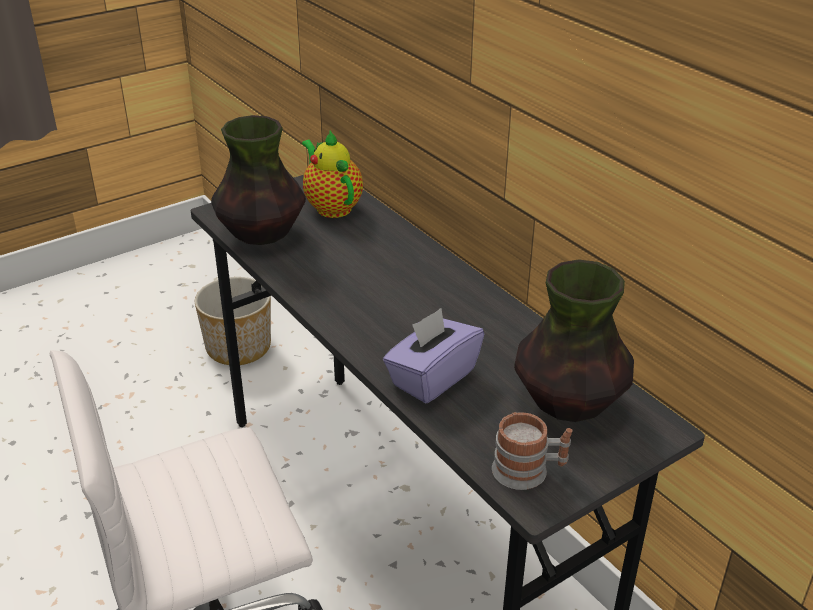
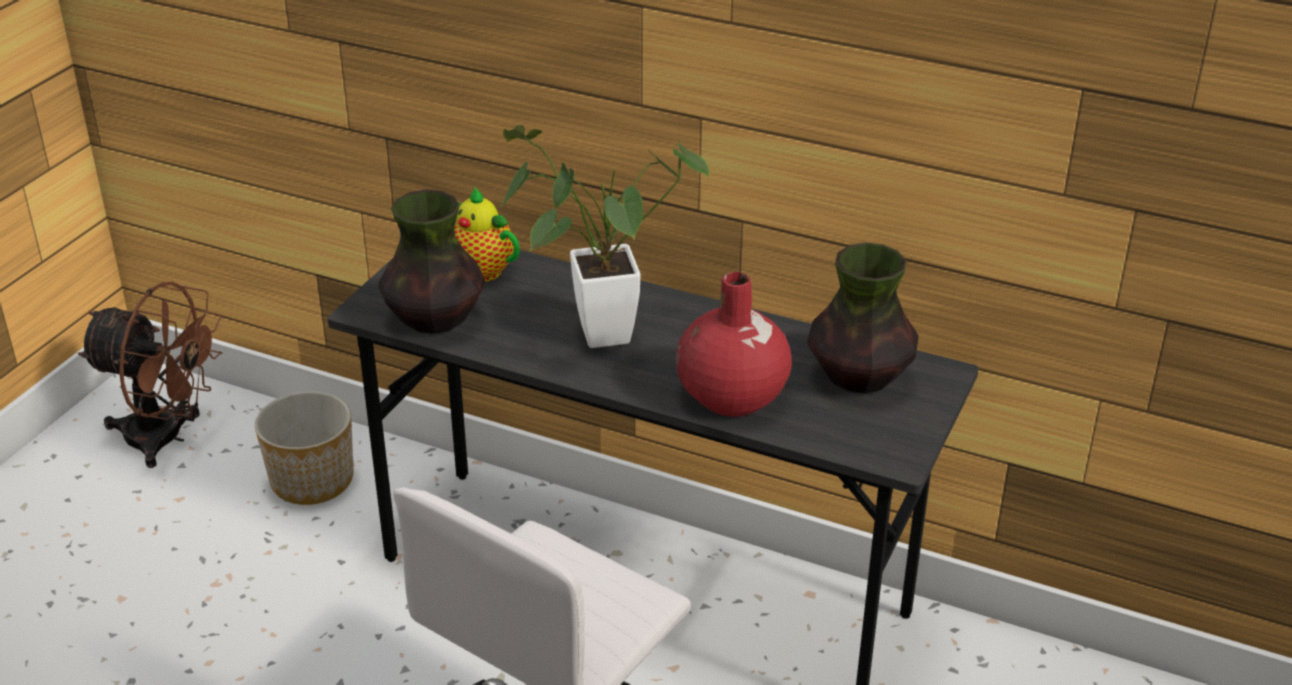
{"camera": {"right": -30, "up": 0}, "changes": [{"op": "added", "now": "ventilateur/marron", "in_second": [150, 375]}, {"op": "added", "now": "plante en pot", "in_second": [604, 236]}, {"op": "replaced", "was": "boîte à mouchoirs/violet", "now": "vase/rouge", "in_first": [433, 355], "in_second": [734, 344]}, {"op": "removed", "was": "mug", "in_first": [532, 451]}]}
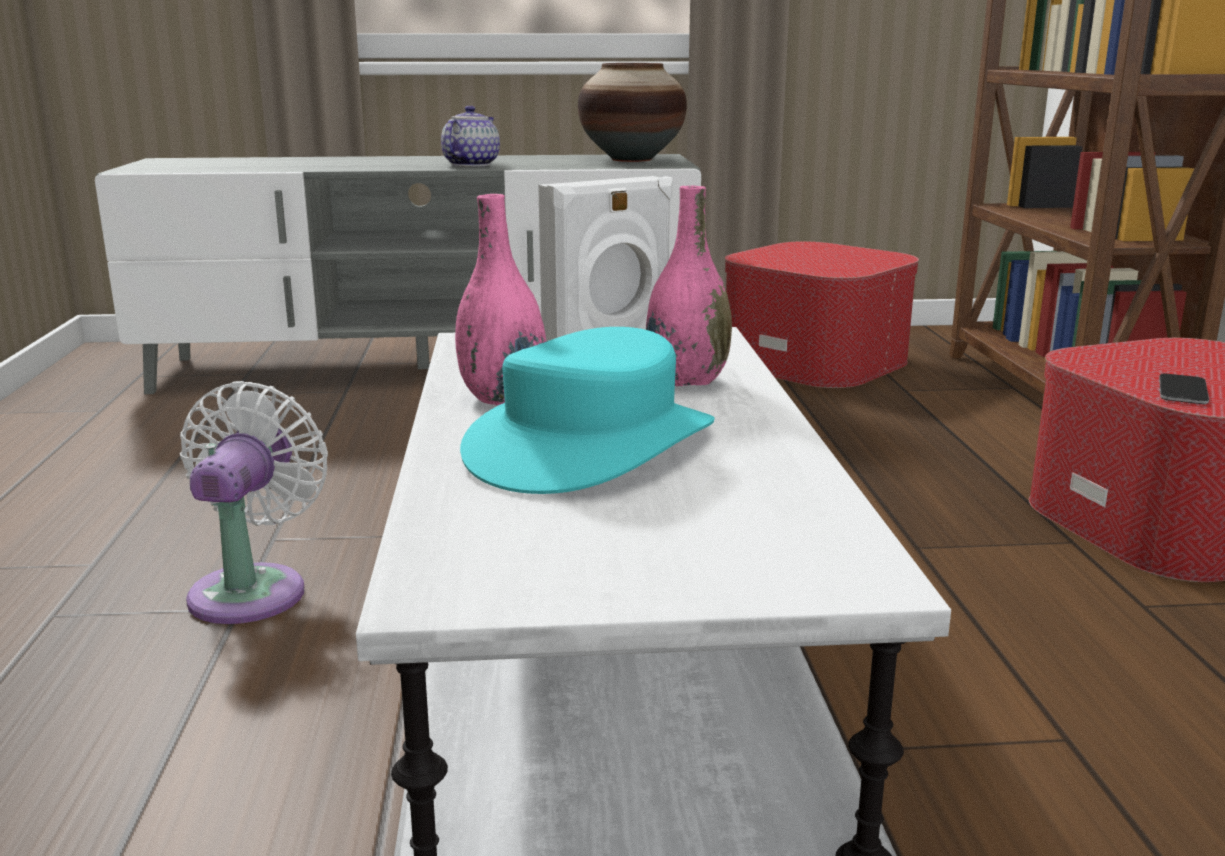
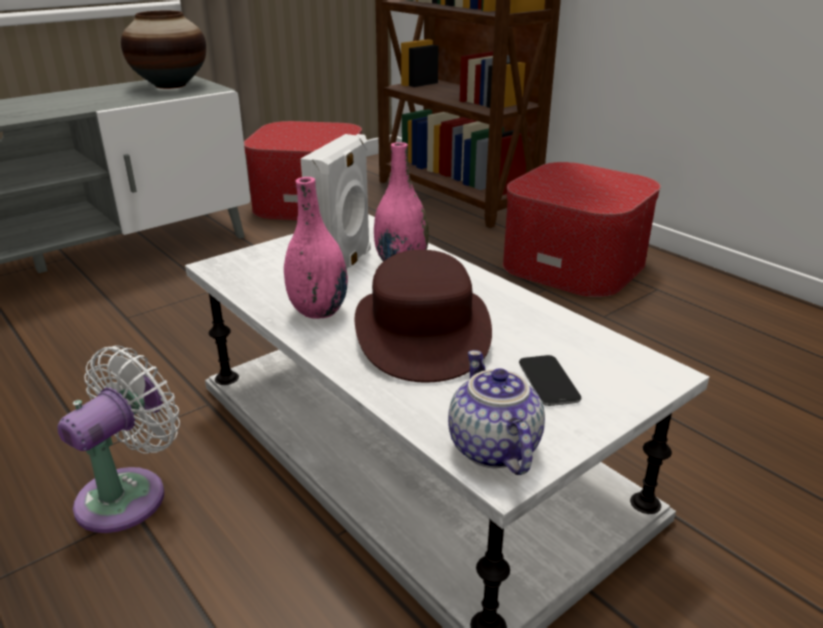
{"camera": {"right": -35, "up": 10}, "changes": [{"op": "turned", "was": "ventilateur/blanc", "in_first": [254, 502], "in_second": [118, 439], "clockwise": 60}, {"op": "recoloured", "was": "chapeau/turquoise", "now": "chapeau/marron", "in_first": [587, 410], "in_second": [423, 316]}, {"op": "moved", "was": "théière", "in_first": [470, 136], "in_second": [496, 412]}, {"op": "moved", "was": "téléphone", "in_first": [1184, 389], "in_second": [550, 380]}]}
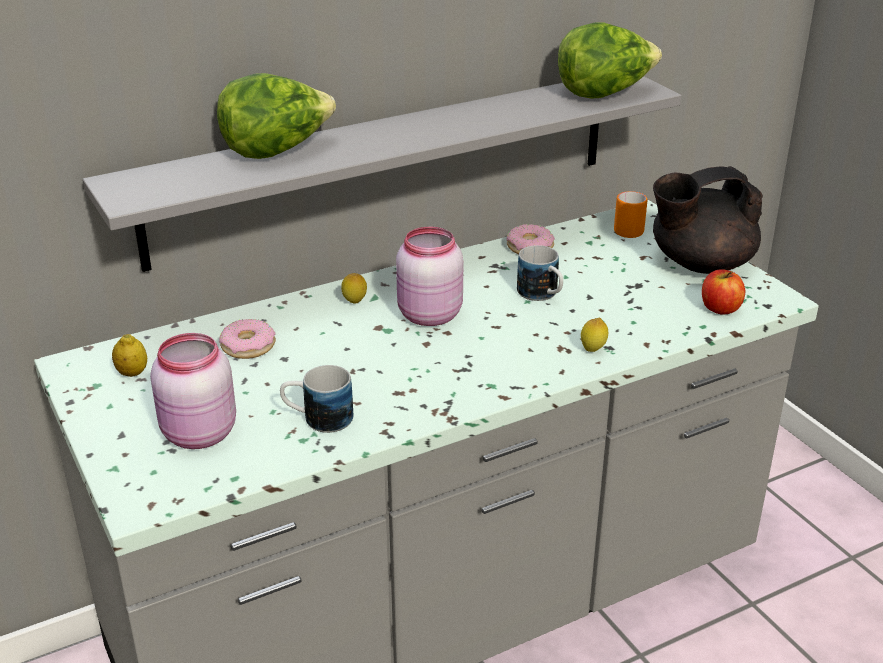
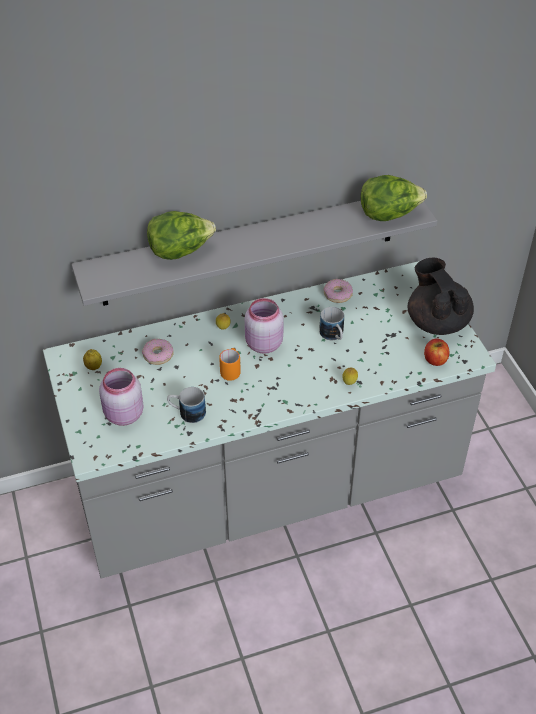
{"camera": {"right": 10, "up": 15}, "changes": [{"op": "moved", "was": "mug/orange", "in_first": [630, 214], "in_second": [230, 364]}, {"op": "turned", "was": "théière/noir", "in_first": [708, 220], "in_second": [441, 296], "clockwise": 75}]}
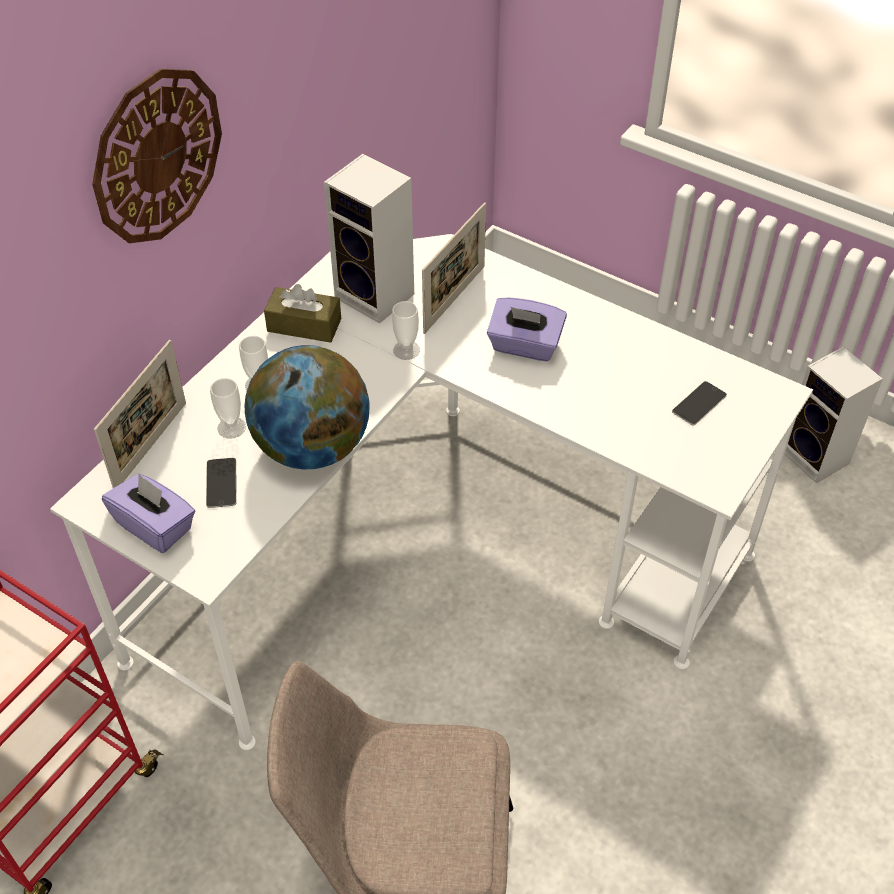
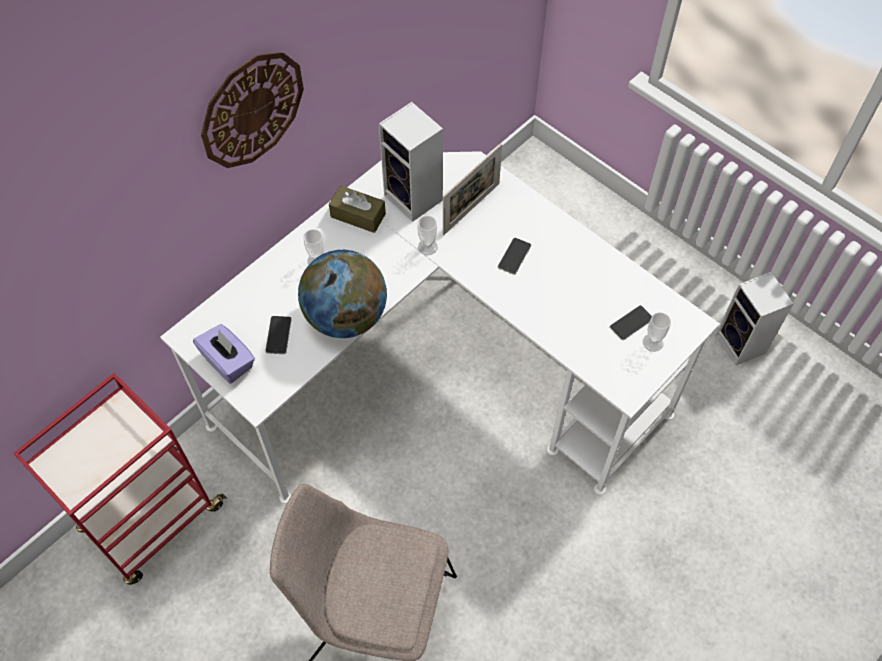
{"camera": {"right": 10, "up": 10}, "changes": [{"op": "replaced", "was": "boîte à mouchoirs/violet", "now": "téléphone", "in_first": [527, 329], "in_second": [514, 256]}, {"op": "moved", "was": "tasse", "in_first": [228, 408], "in_second": [657, 332]}, {"op": "removed", "was": "cadre photo", "in_first": [140, 414]}]}
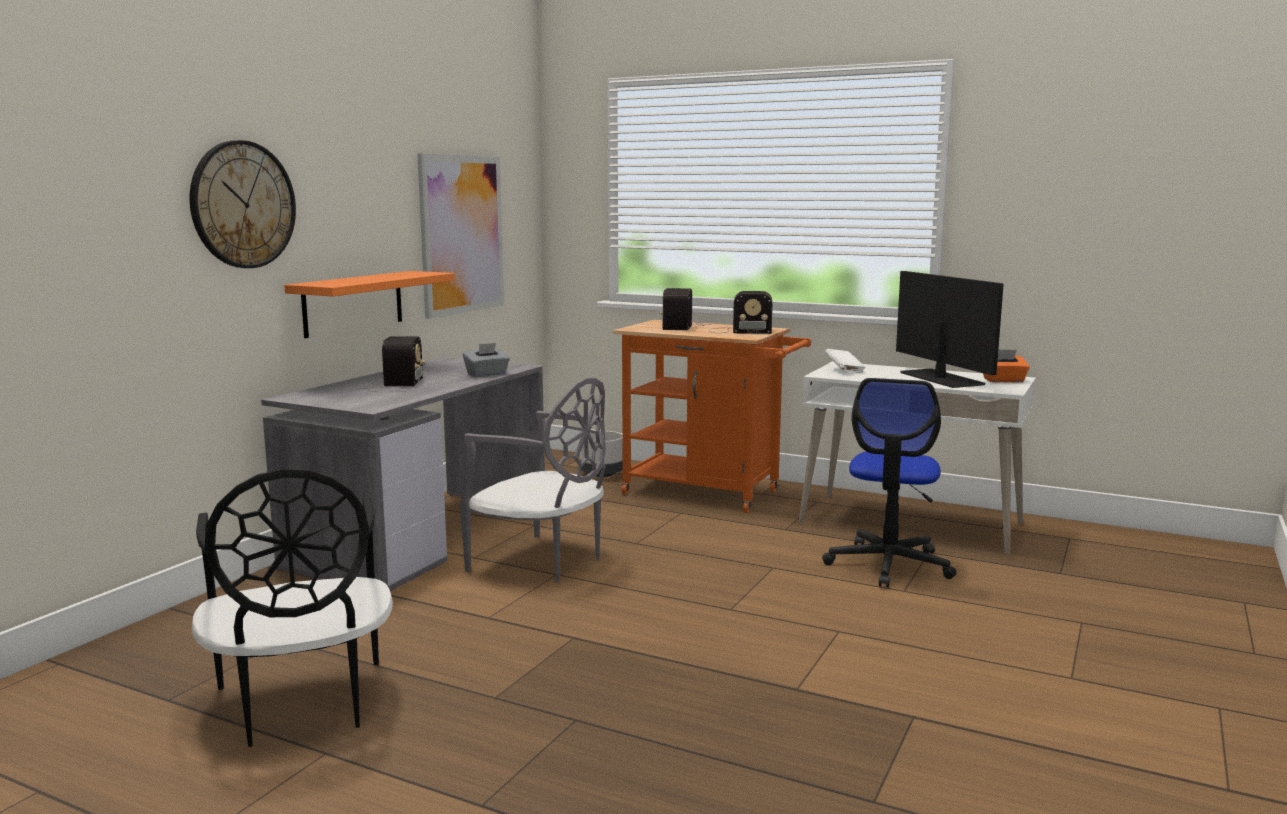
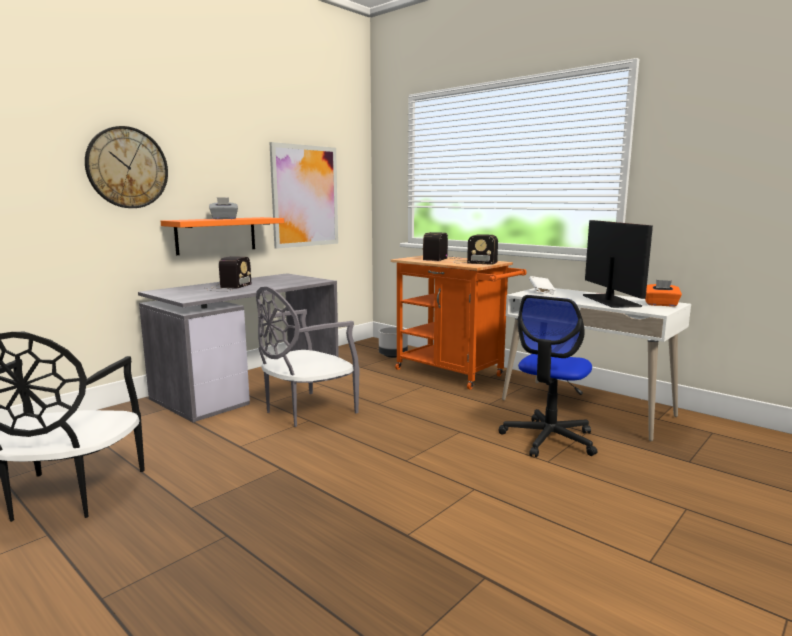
{"camera": {"right": 15, "up": 0}, "changes": [{"op": "moved", "was": "boîte à mouchoirs/gris", "in_first": [486, 360], "in_second": [223, 208]}, {"op": "turned", "was": "chaise/gris", "in_first": [533, 480], "in_second": [308, 357], "clockwise": 90}]}
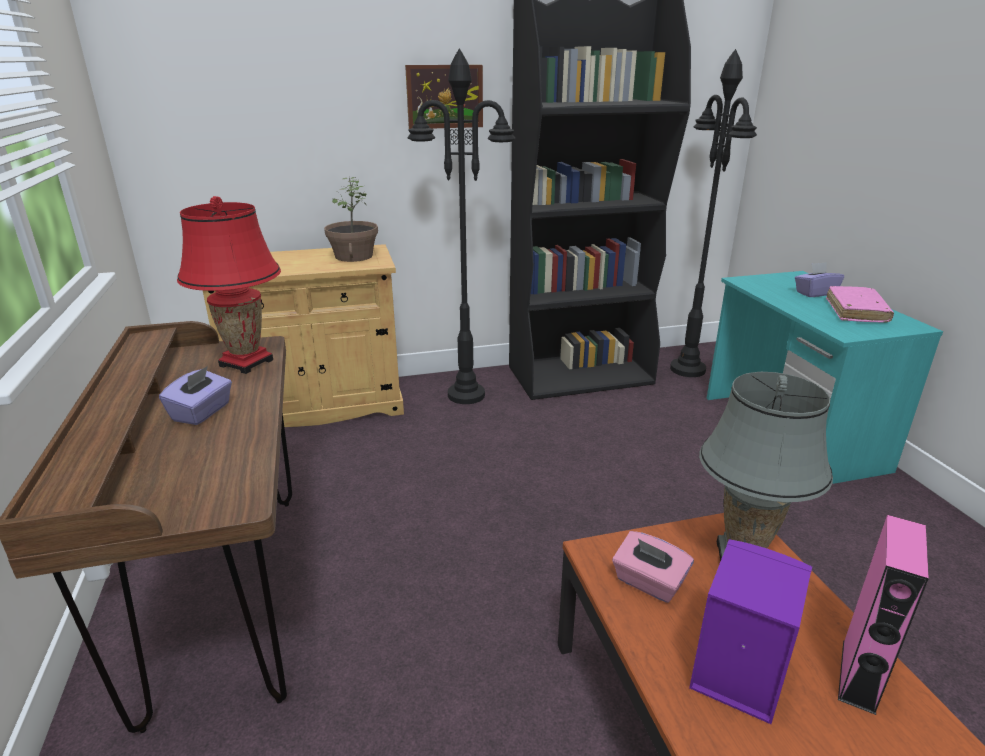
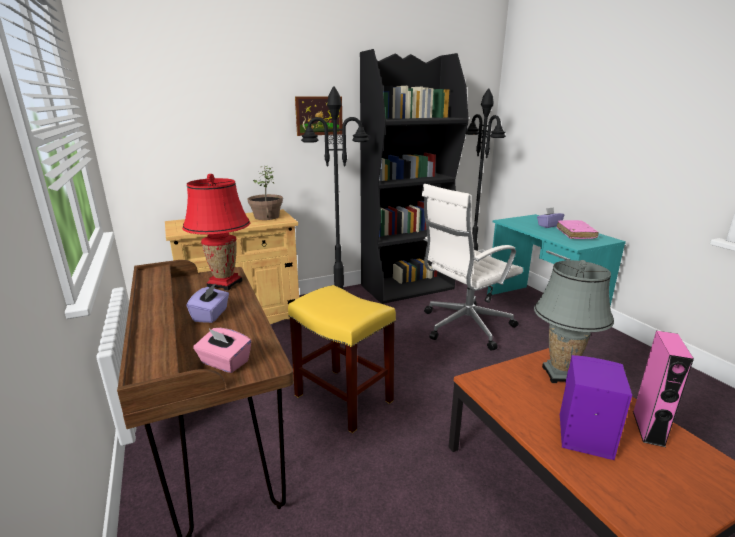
{"camera": {"right": -10, "up": -5}, "changes": [{"op": "moved", "was": "boîte à mouchoirs/rose", "in_first": [653, 567], "in_second": [222, 350]}, {"op": "added", "now": "tabouret/jaune", "in_second": [342, 359]}, {"op": "added", "now": "chaise de bureau/blanc", "in_second": [472, 267]}]}
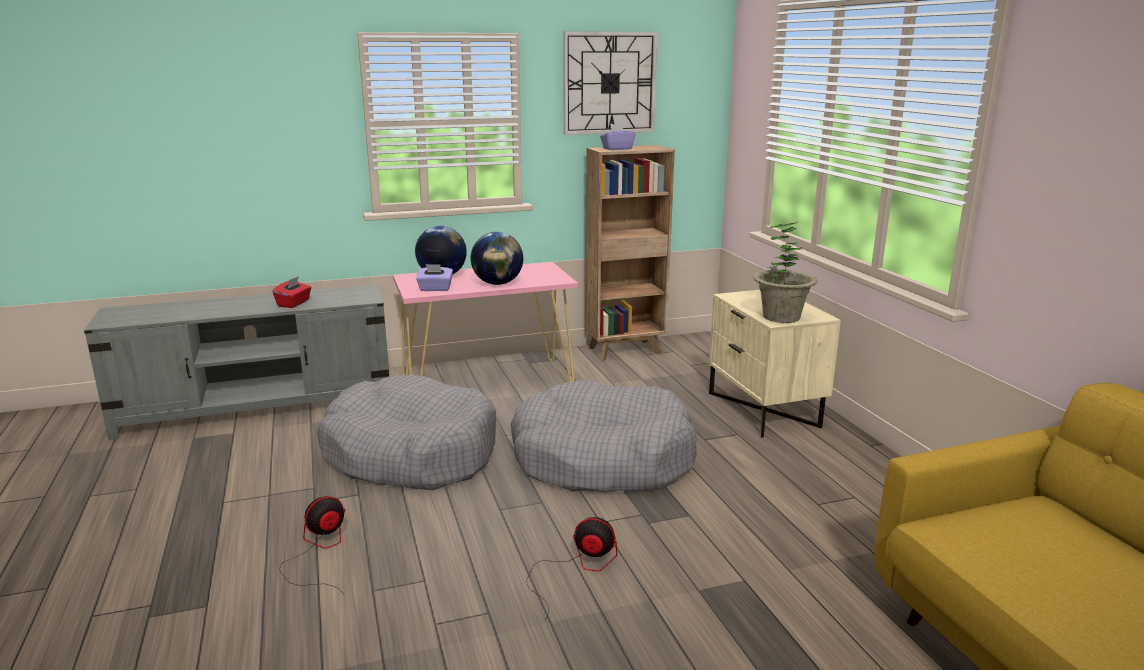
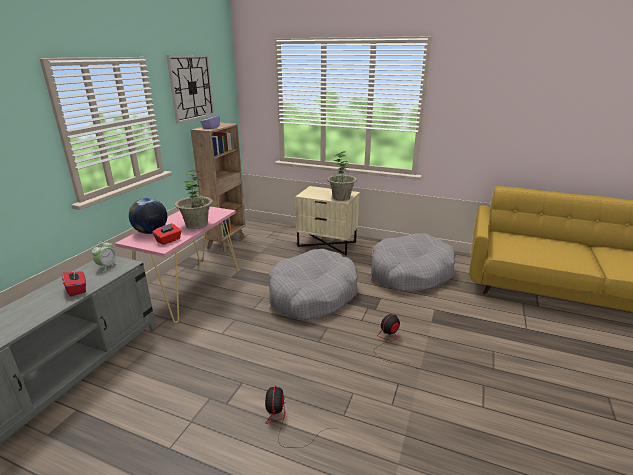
{"camera": {"right": -50, "up": 5}, "changes": [{"op": "added", "now": "réveil", "in_second": [105, 256]}, {"op": "recoloured", "was": "boîte à mouchoirs/violet", "now": "boîte à mouchoirs/rouge", "in_first": [434, 277], "in_second": [167, 234]}, {"op": "replaced", "was": "globe", "now": "plante en pot", "in_first": [497, 258], "in_second": [194, 199]}, {"op": "moved", "was": "panier pour chien/gris", "in_first": [406, 432], "in_second": [413, 262]}]}
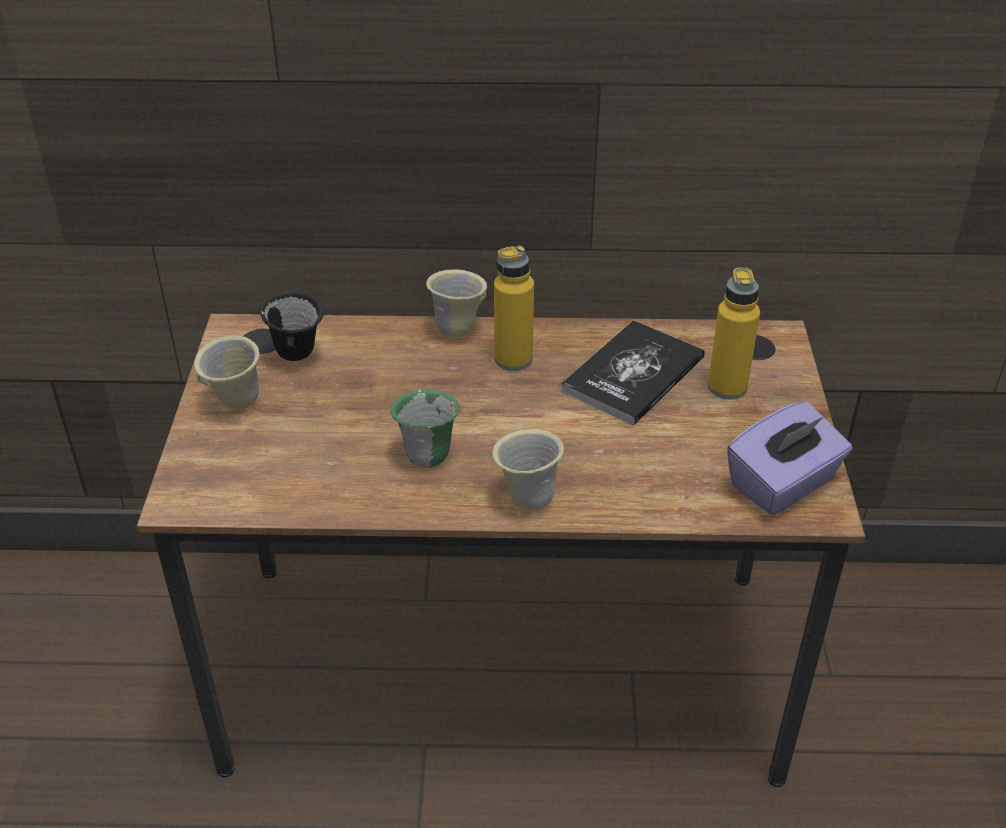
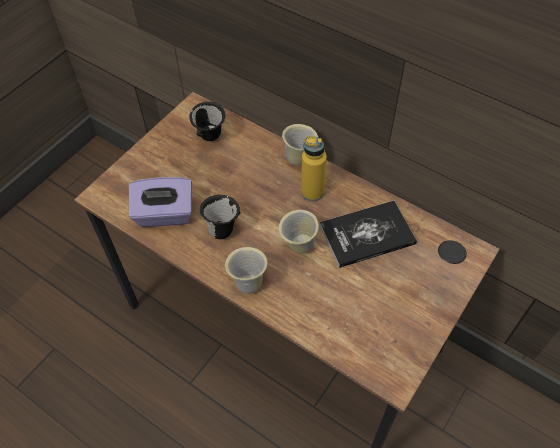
{"camera": {"right": 35, "up": 15}, "changes": [{"op": "moved", "was": "boîte à mouchoirs/violet", "in_first": [789, 458], "in_second": [160, 202]}, {"op": "recoloured", "was": "mug/vert", "now": "mug/noir", "in_first": [425, 428], "in_second": [220, 217]}, {"op": "moved", "was": "mug/beige", "in_first": [227, 373], "in_second": [298, 231]}, {"op": "removed", "was": "bouteille/jaune", "in_first": [734, 333]}]}
